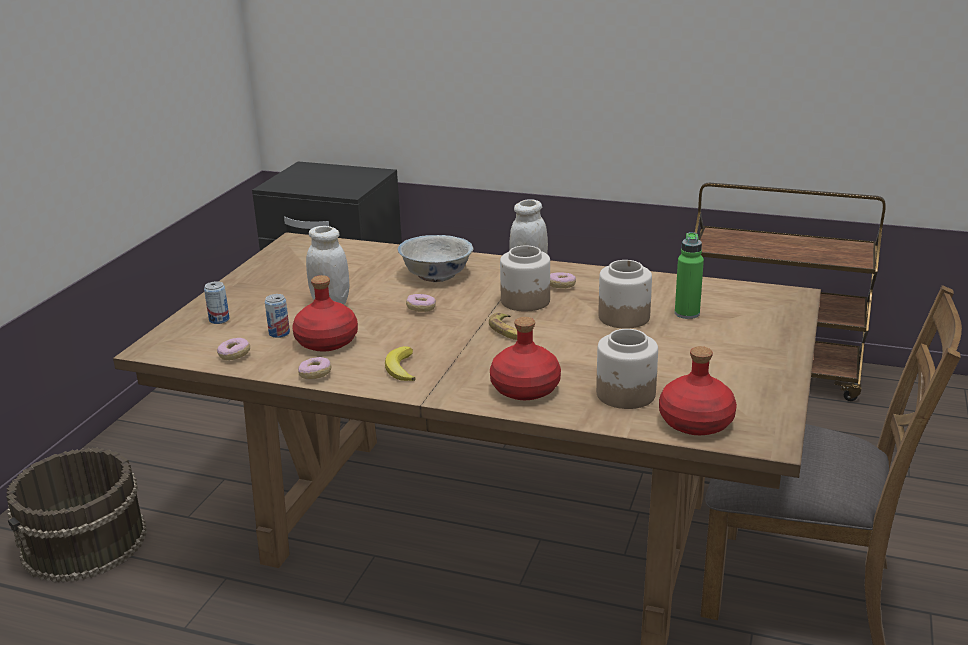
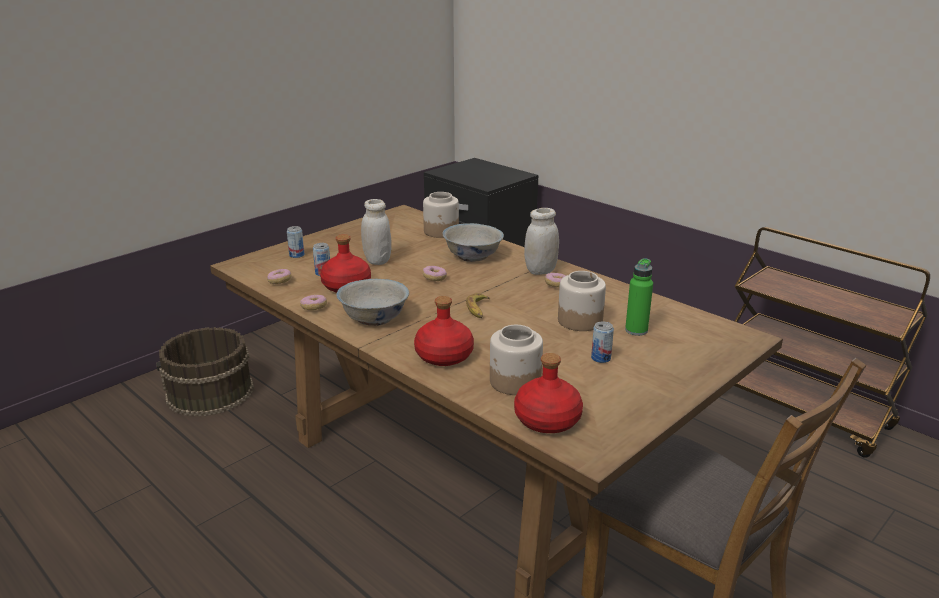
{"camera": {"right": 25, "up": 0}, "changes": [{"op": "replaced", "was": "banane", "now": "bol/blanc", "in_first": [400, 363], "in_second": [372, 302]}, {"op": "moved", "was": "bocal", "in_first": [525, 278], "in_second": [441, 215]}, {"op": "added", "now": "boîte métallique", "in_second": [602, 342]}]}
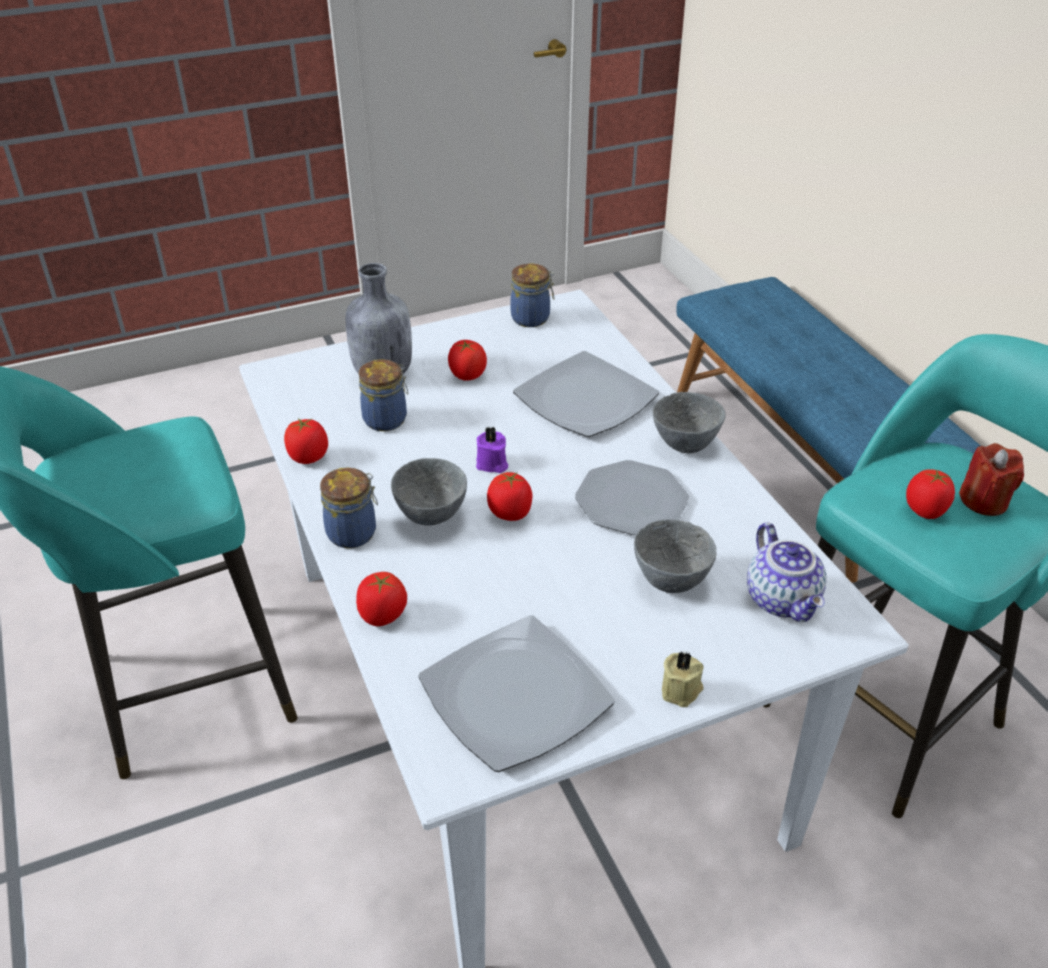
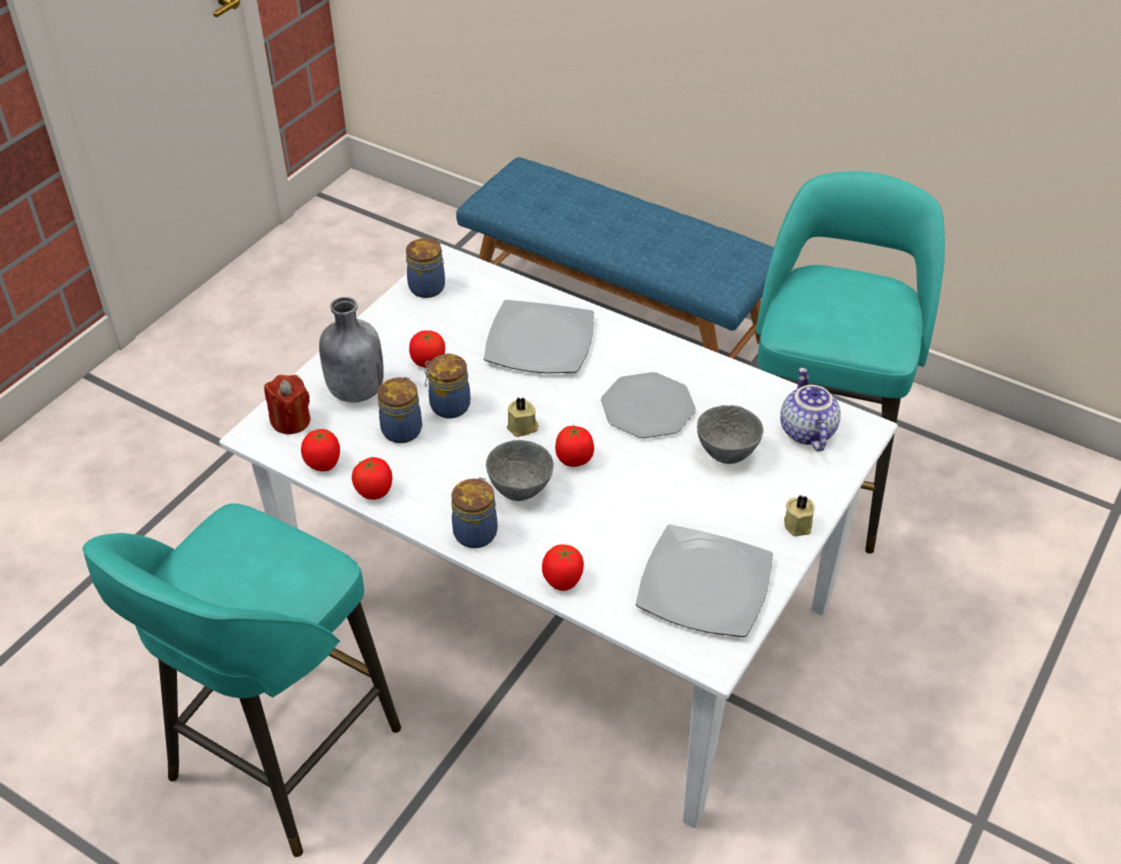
{"camera": {"right": -35, "up": 5}, "changes": [{"op": "moved", "was": "bougie/rouge", "in_first": [991, 479], "in_second": [287, 404]}, {"op": "moved", "was": "tomate", "in_first": [930, 494], "in_second": [320, 450]}, {"op": "added", "now": "bocal", "in_second": [447, 386]}, {"op": "recoloured", "was": "bougie/violet", "now": "bougie/beige", "in_first": [492, 449], "in_second": [523, 417]}, {"op": "turned", "was": "théière", "in_first": [787, 572], "in_second": [810, 409], "clockwise": -135}, {"op": "removed", "was": "bol/gris", "in_first": [689, 422]}]}
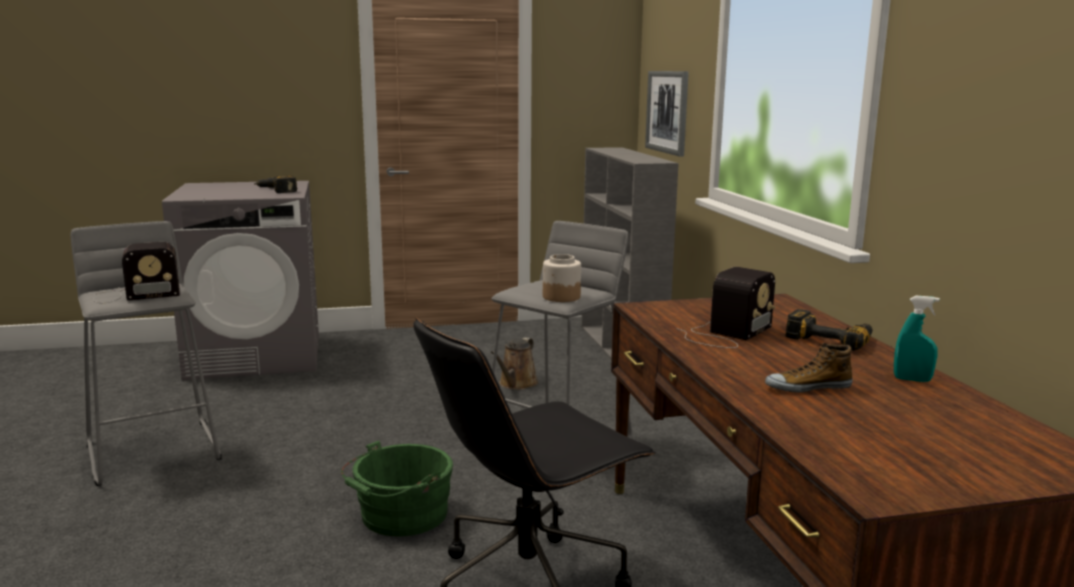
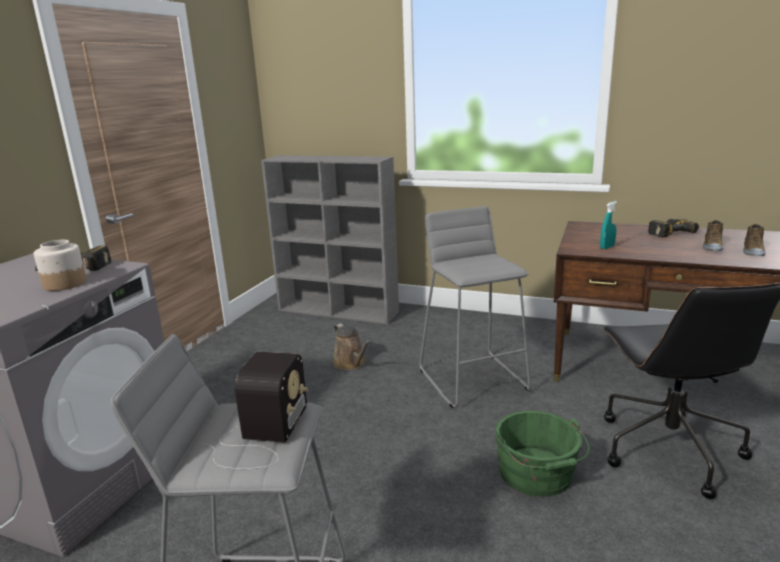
{"camera": {"right": -55, "up": 5}, "changes": [{"op": "moved", "was": "bocal", "in_first": [562, 278], "in_second": [60, 265]}, {"op": "moved", "was": "vaporisateur/turquoise", "in_first": [917, 339], "in_second": [608, 225]}, {"op": "added", "now": "chaussure", "in_second": [713, 235]}, {"op": "removed", "was": "tableau", "in_first": [667, 114]}, {"op": "removed", "was": "radio", "in_first": [725, 307]}]}
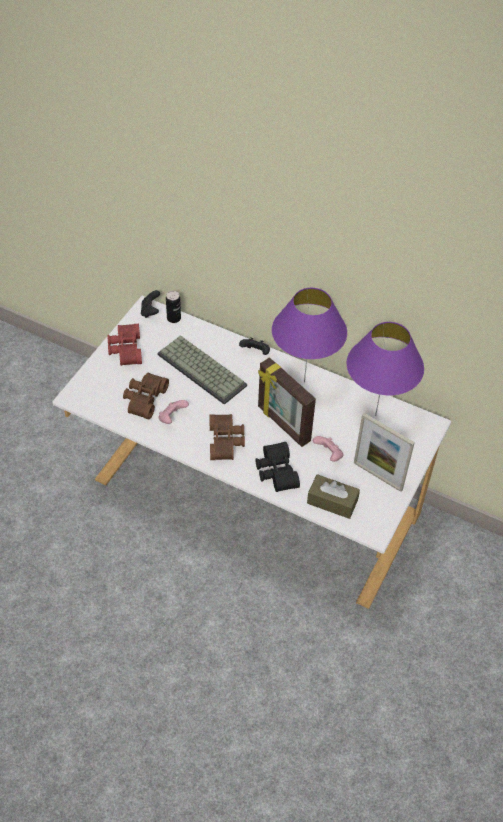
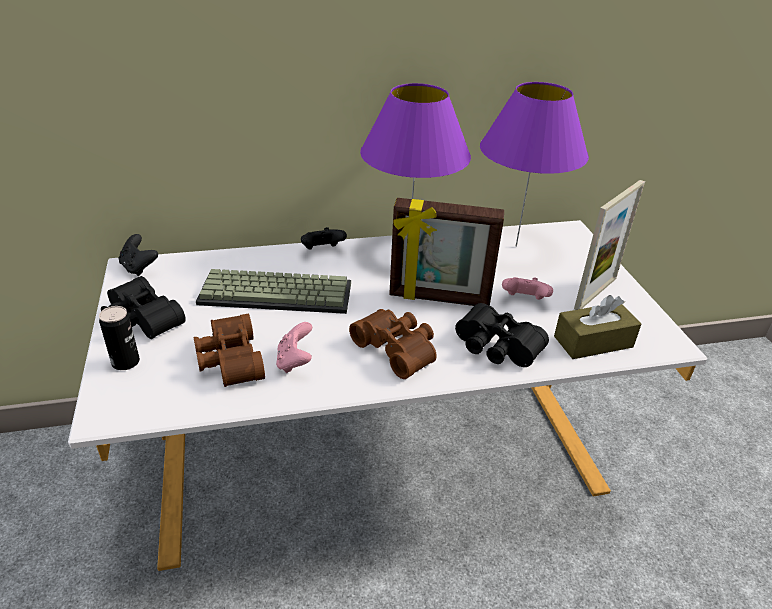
{"camera": {"right": -40, "up": -15}, "changes": [{"op": "moved", "was": "boîte métallique", "in_first": [173, 307], "in_second": [119, 338]}, {"op": "recoloured", "was": "jumelles/rouge", "now": "jumelles/noir", "in_first": [124, 345], "in_second": [143, 307]}, {"op": "turned", "was": "cadre photo", "in_first": [384, 452], "in_second": [609, 245], "clockwise": -45}]}
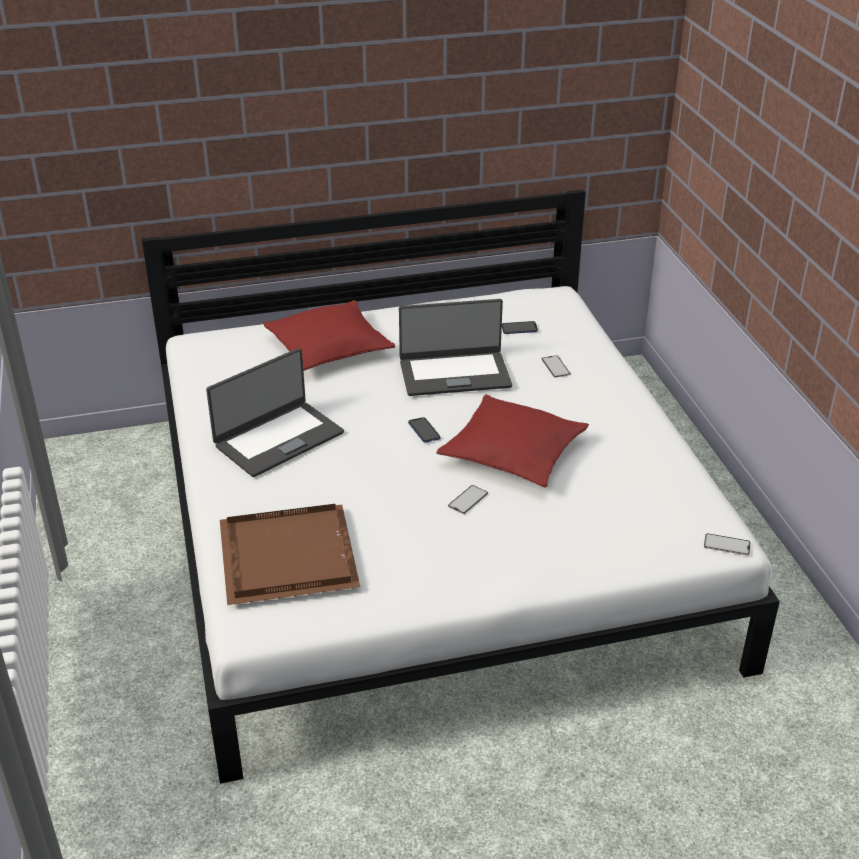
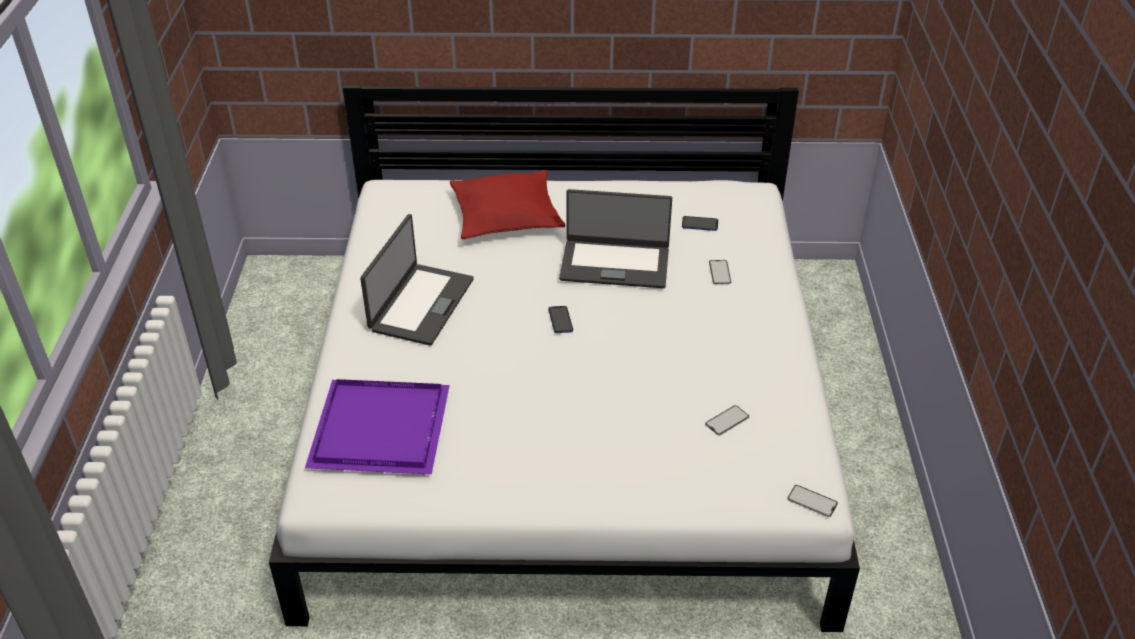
{"camera": {"right": 15, "up": 5}, "changes": [{"op": "recoloured", "was": "plateau/marron", "now": "plateau/violet", "in_first": [290, 554], "in_second": [377, 427]}, {"op": "turned", "was": "ordinateur portable", "in_first": [275, 412], "in_second": [417, 280], "clockwise": -45}, {"op": "moved", "was": "téléphone", "in_first": [468, 499], "in_second": [727, 420]}, {"op": "removed", "was": "coussin/rouge", "in_first": [512, 441]}]}
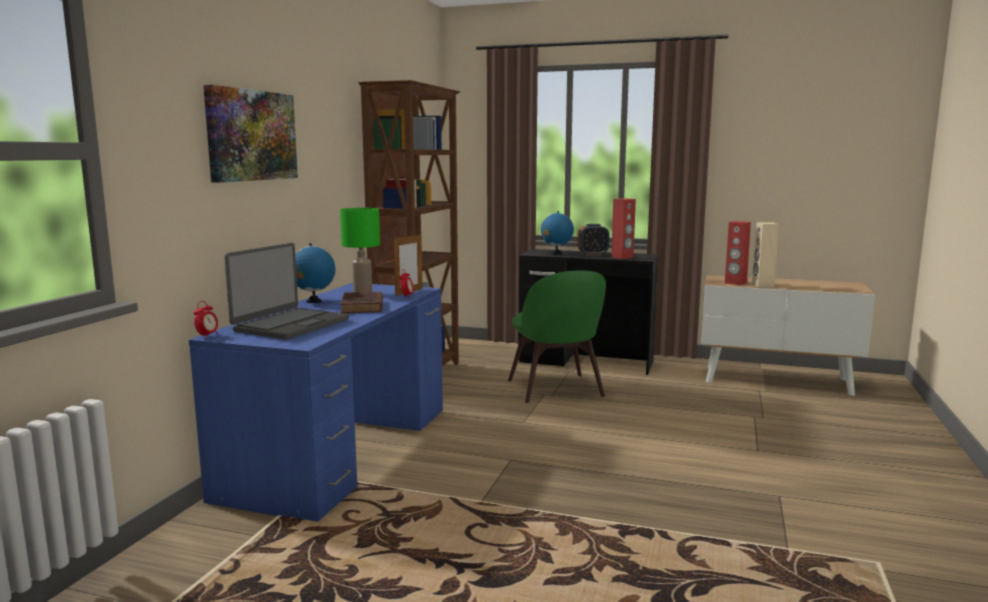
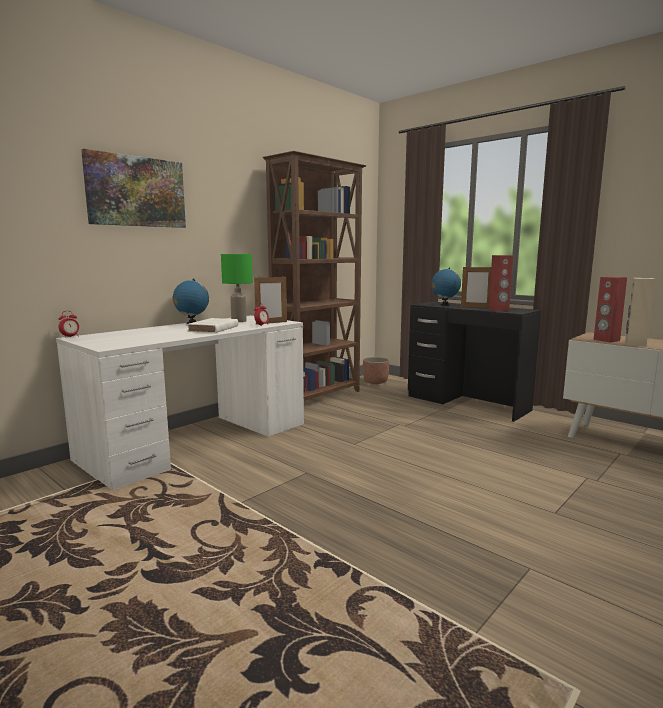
{"camera": {"right": 25, "up": 0}, "changes": [{"op": "recoloured", "was": "bureau/bleu", "now": "bureau/blanc", "in_first": [316, 402], "in_second": [180, 402]}, {"op": "recoloured", "was": "livre/marron", "now": "livre/blanc", "in_first": [362, 302], "in_second": [212, 325]}, {"op": "added", "now": "cache-pot", "in_second": [376, 370]}, {"op": "replaced", "was": "réveil", "now": "cadre photo", "in_first": [593, 240], "in_second": [476, 287]}, {"op": "removed", "was": "ordinateur portable", "in_first": [286, 291]}, {"op": "removed", "was": "chaise/vert", "in_first": [557, 336]}]}
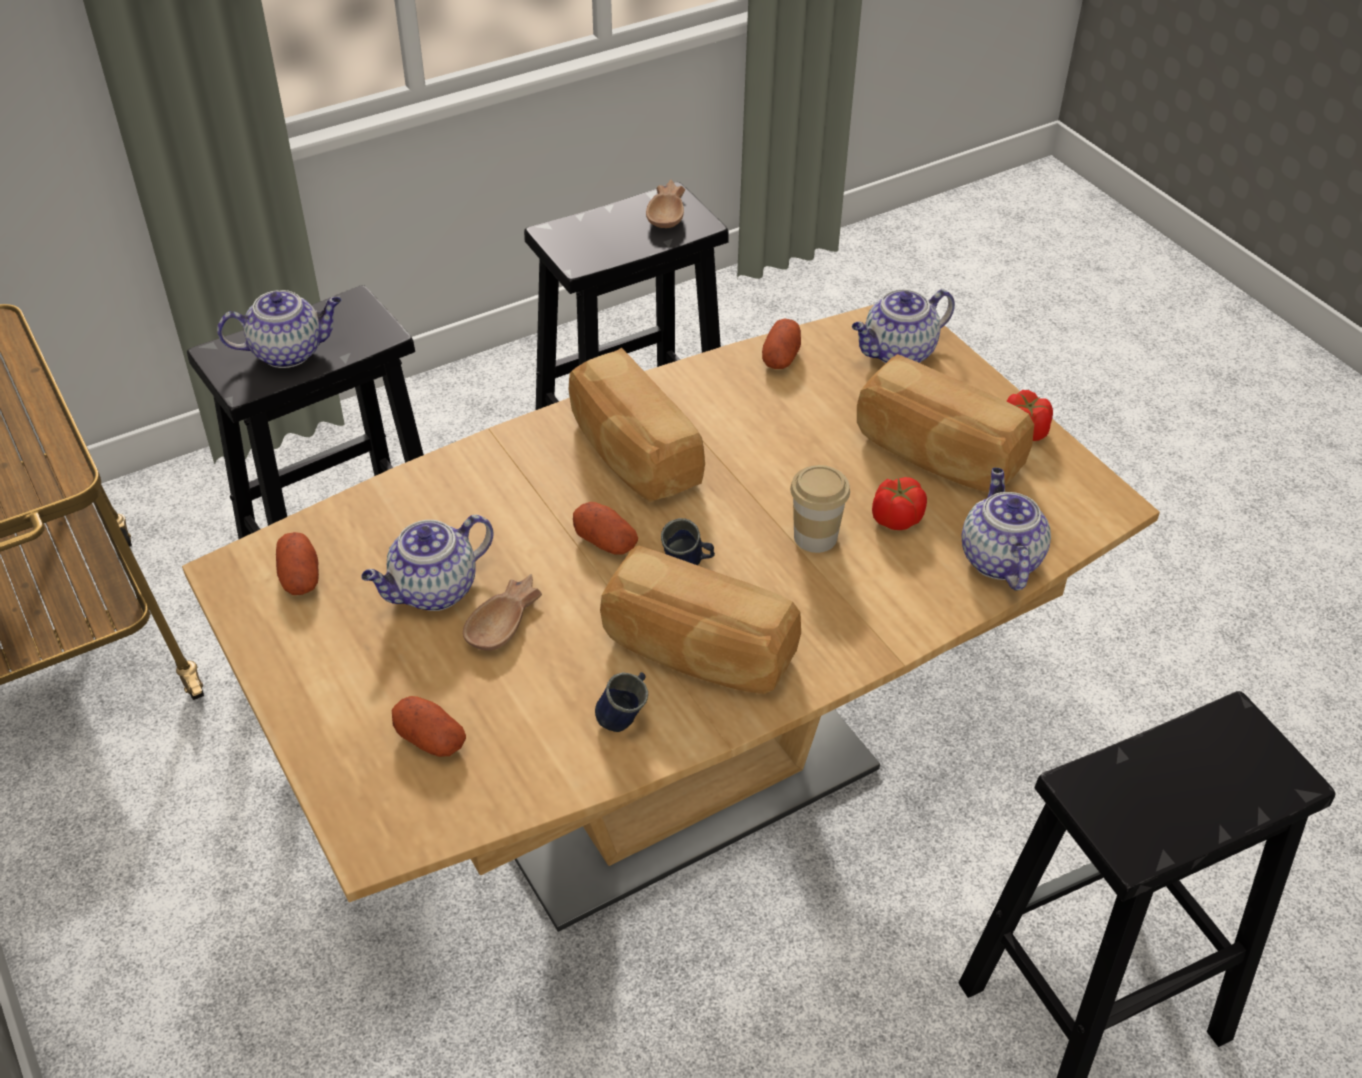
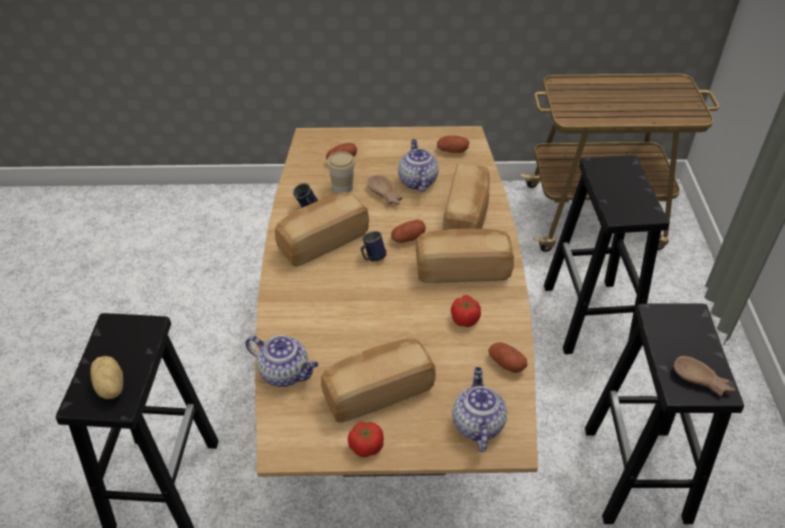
{"camera": {"right": 120, "up": 0}, "changes": [{"op": "added", "now": "pomme de terre", "in_second": [107, 377]}, {"op": "moved", "was": "tasse", "in_first": [820, 509], "in_second": [341, 173]}, {"op": "added", "now": "pain", "in_second": [466, 196]}, {"op": "moved", "was": "tomate", "in_first": [899, 503], "in_second": [466, 311]}, {"op": "removed", "was": "théière", "in_first": [279, 329]}]}
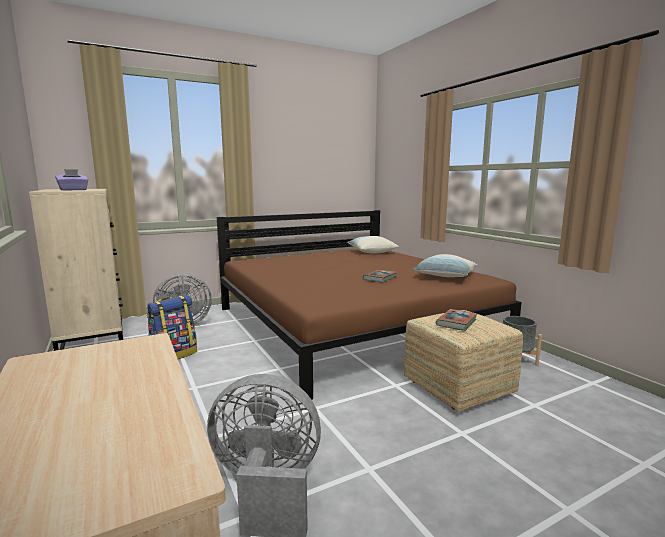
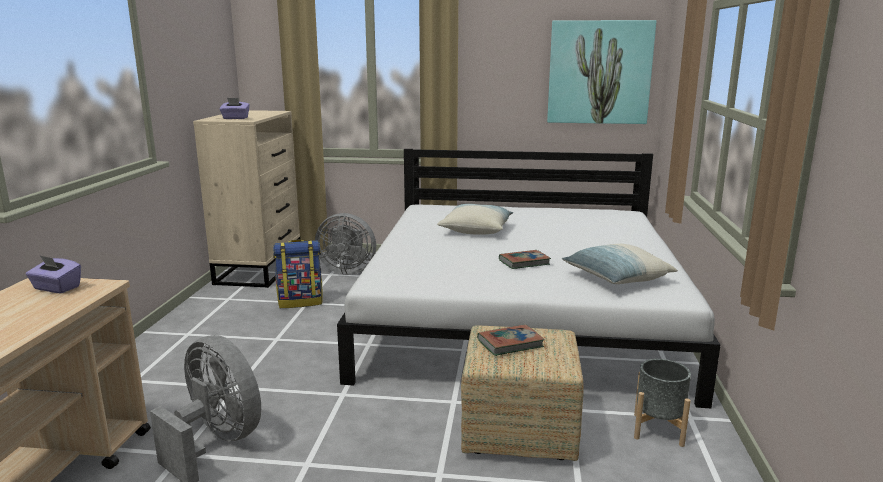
{"camera": {"right": 35, "up": 5}, "changes": [{"op": "added", "now": "boîte à mouchoirs/violet", "in_second": [53, 274]}, {"op": "recoloured", "was": "lit/marron", "now": "lit/blanc", "in_first": [369, 305], "in_second": [528, 278]}, {"op": "moved", "was": "coussin", "in_first": [373, 245], "in_second": [475, 219]}, {"op": "added", "now": "tableau", "in_second": [601, 72]}]}
